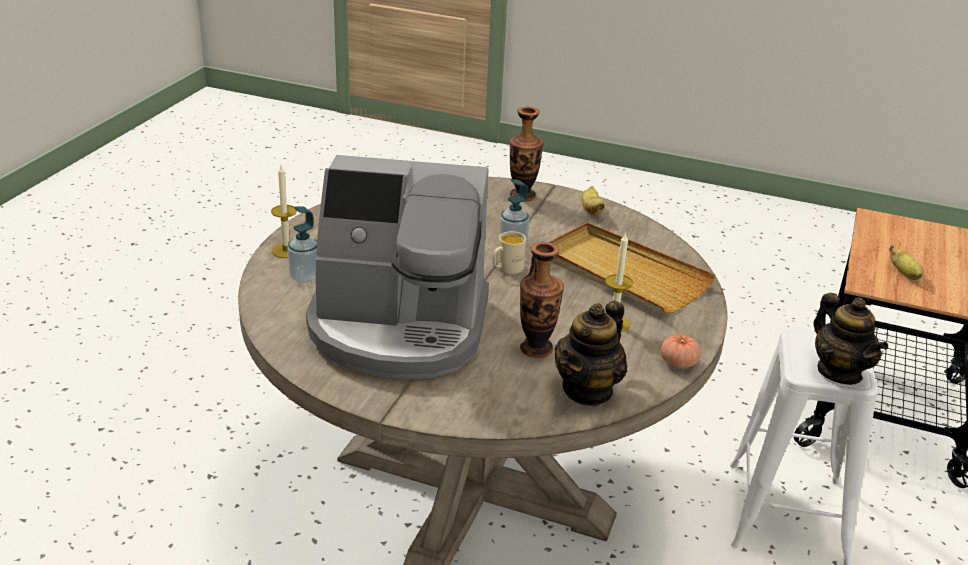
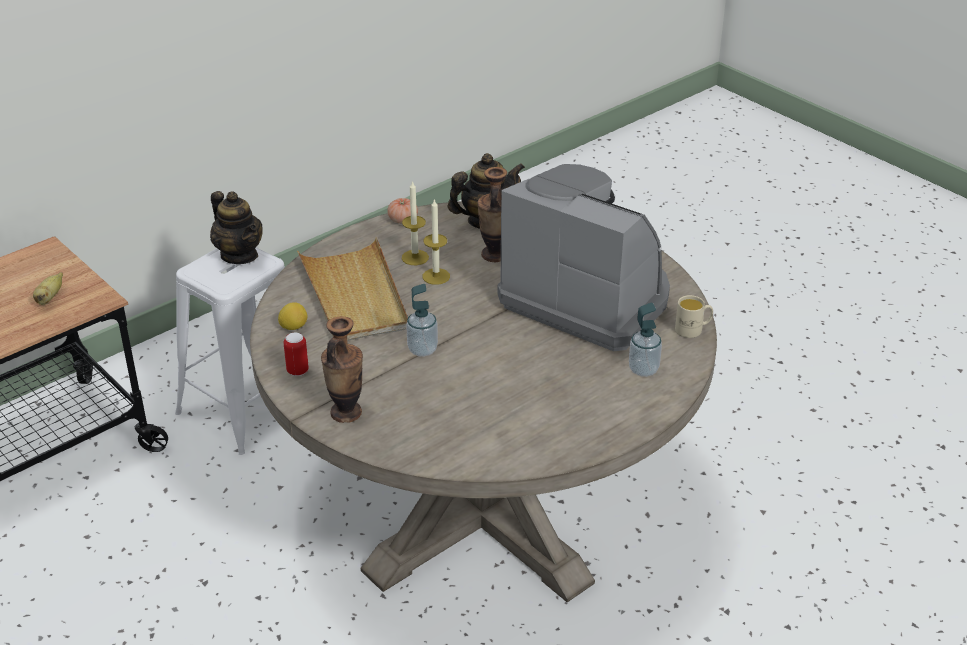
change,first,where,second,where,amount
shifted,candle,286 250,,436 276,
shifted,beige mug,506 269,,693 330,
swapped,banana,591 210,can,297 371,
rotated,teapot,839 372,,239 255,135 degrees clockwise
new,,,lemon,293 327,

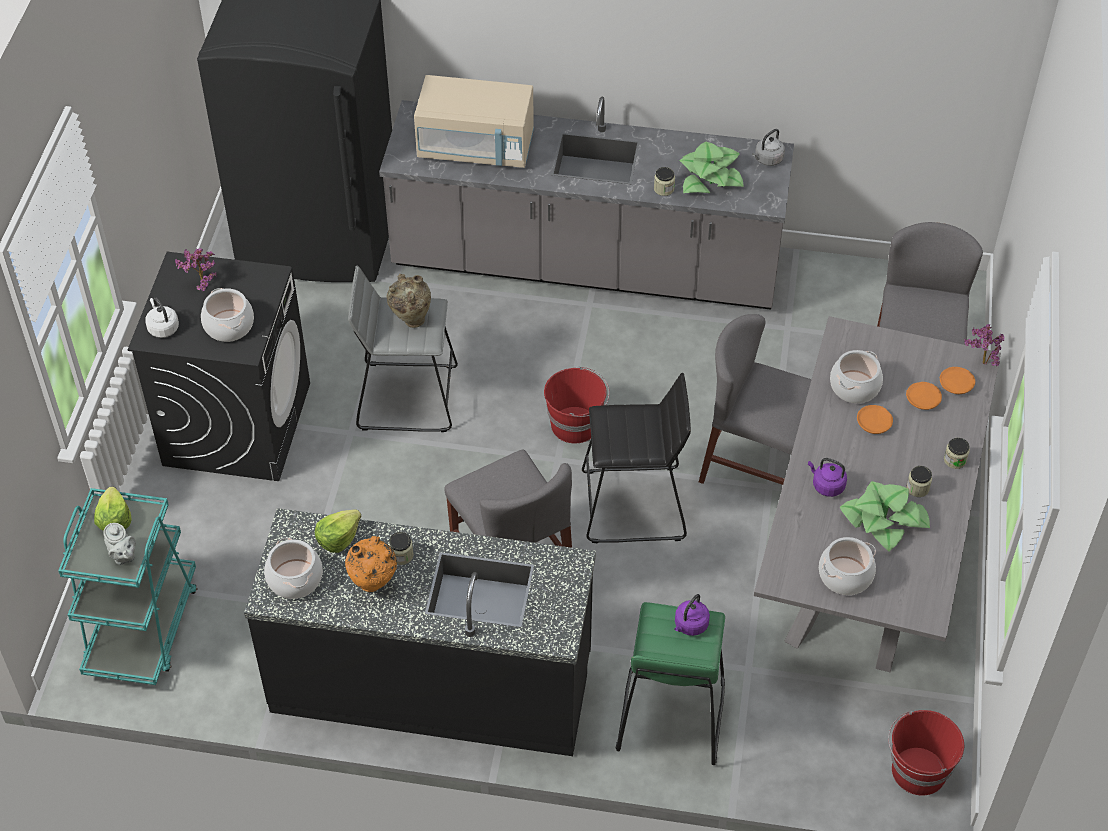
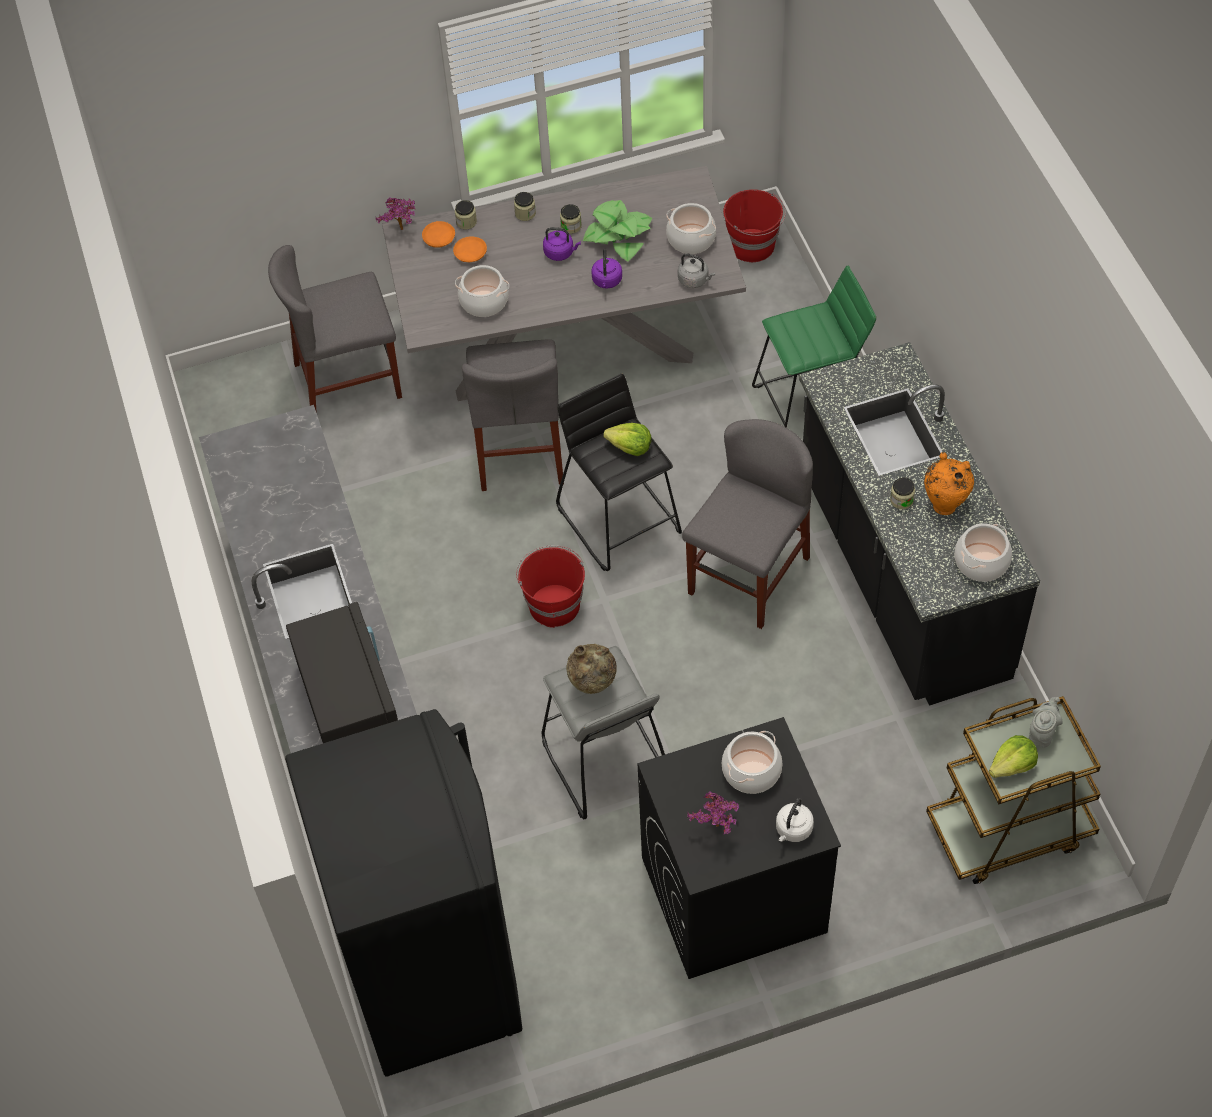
change,first,where,second,where,amount
repainted,turquoise cart,142 627,brown cart,1008 830,
shifted,lettuce,338 538,,630 447,
repainted,beige microwave,476 147,black microwave,350 704,
shifted,jar,664 189,,466 222,
shifted,purple kettle,690 625,,560 253,
gone,potted plant,710 176,,,
shifted,grey kettle,767 159,,695 280,
gone,orange plate,874 423,,,

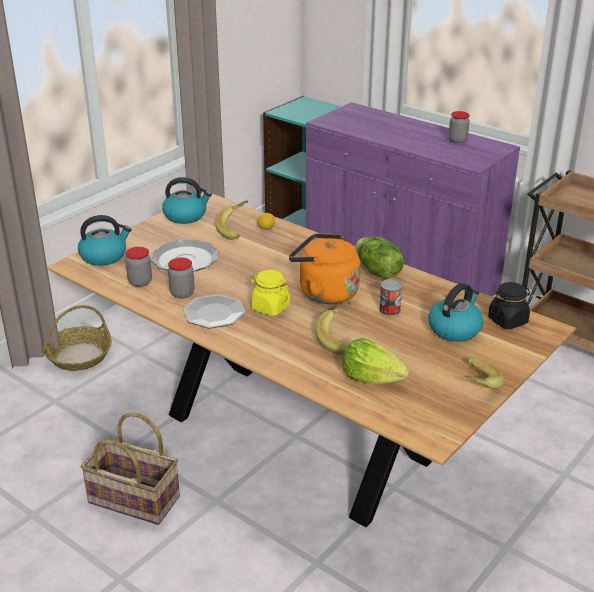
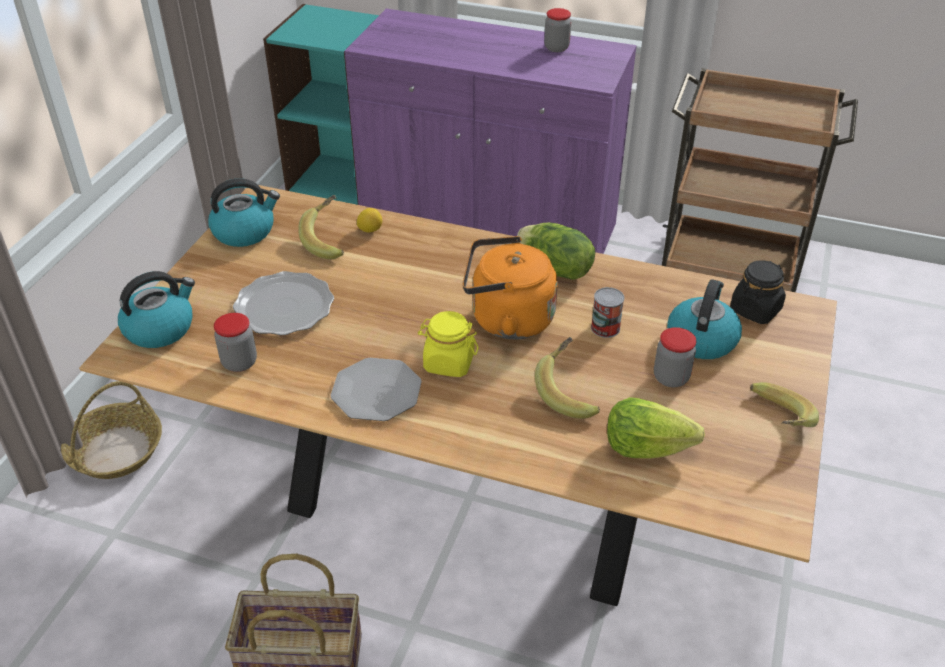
change,first,where,second,where,amount
shifted,jar,182 293,,671 378,

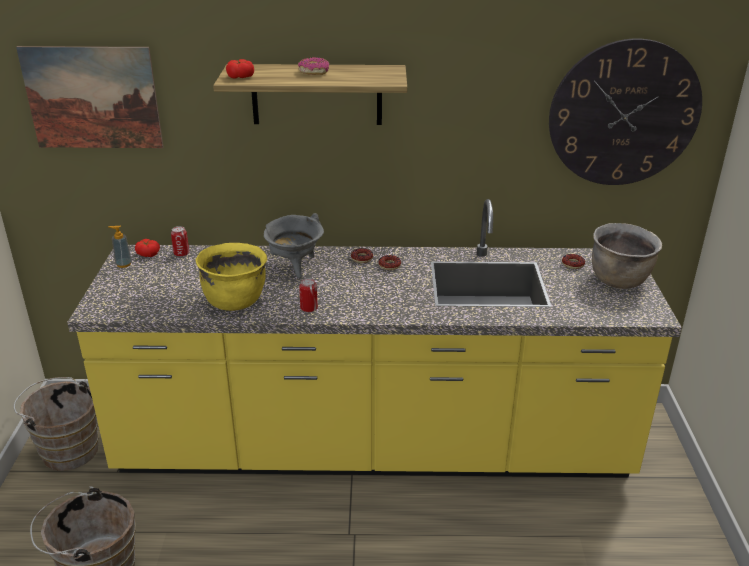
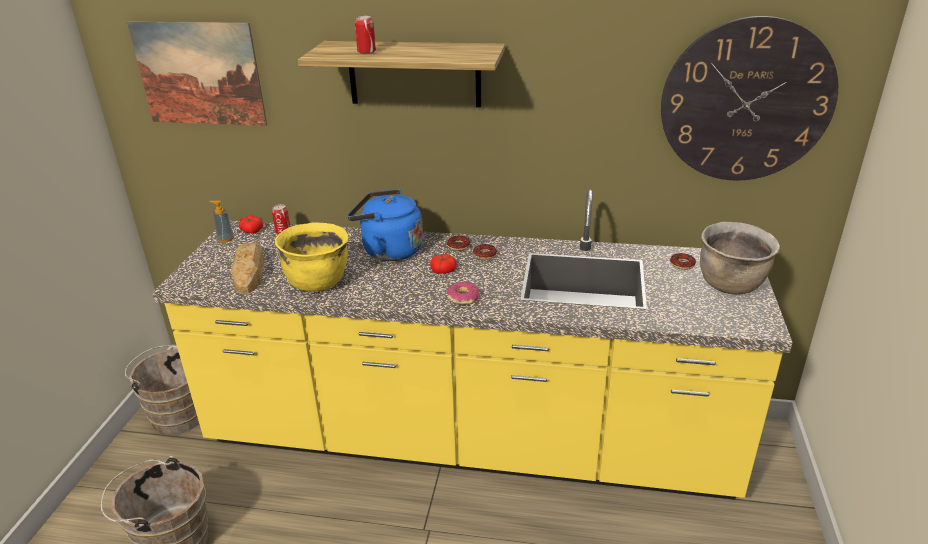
change,first,where,second,where,amount
shifted,tomato,240 77,,443 270,
swapped,grey cooking pot,295 266,blue kettle,388 250,
shifted,donut,314 72,,463 298,
shifted,can,309 308,,366 52,
new,,,bread,250 272,

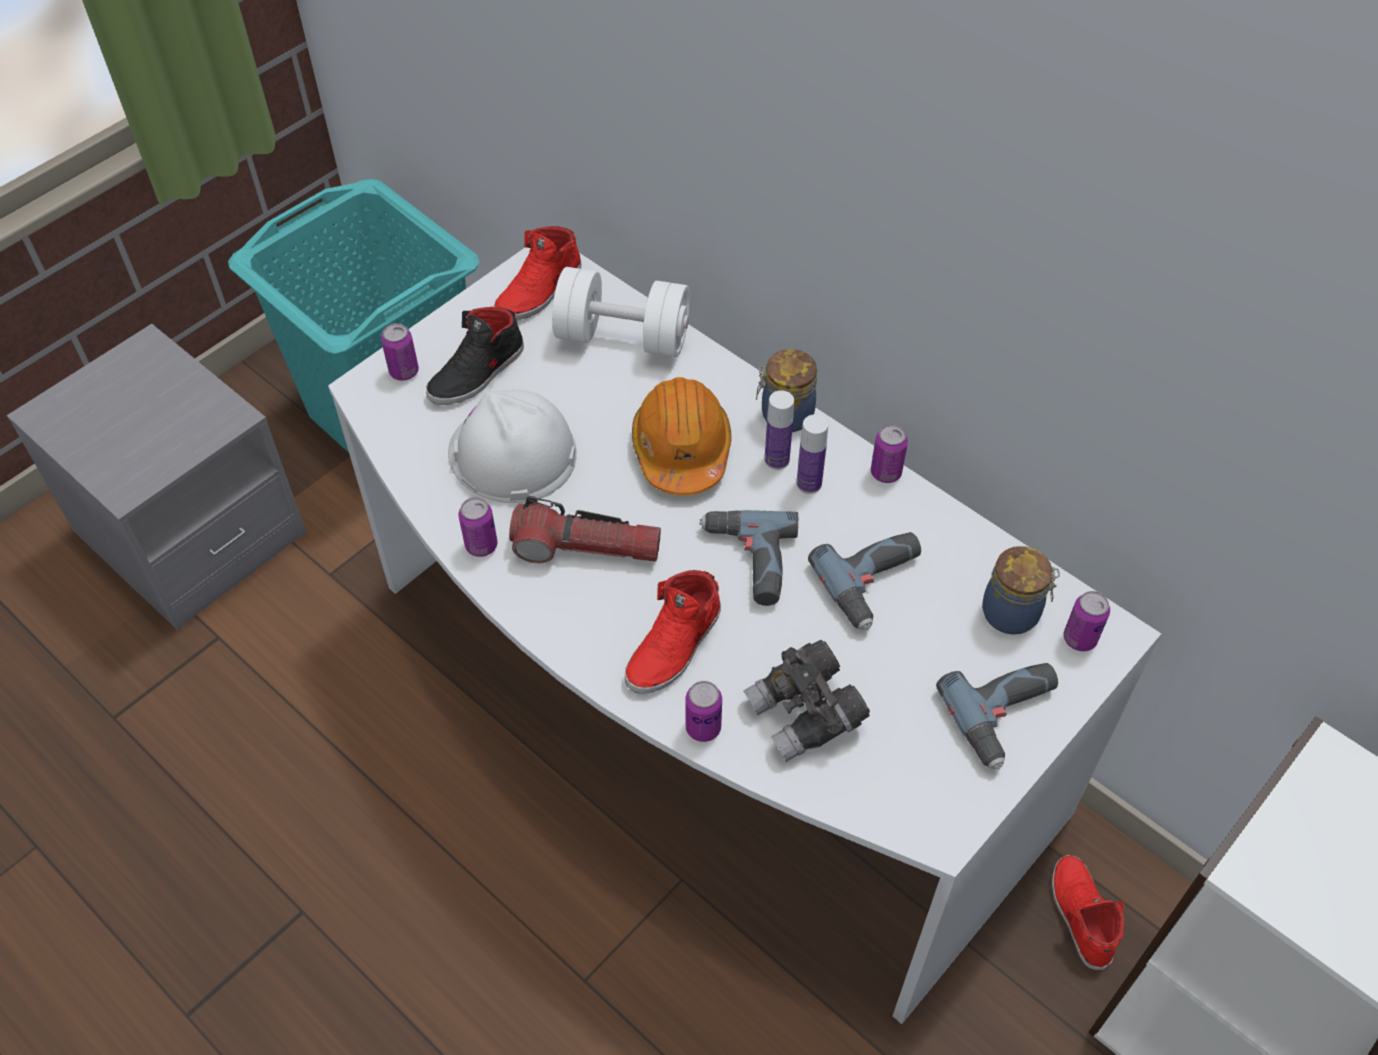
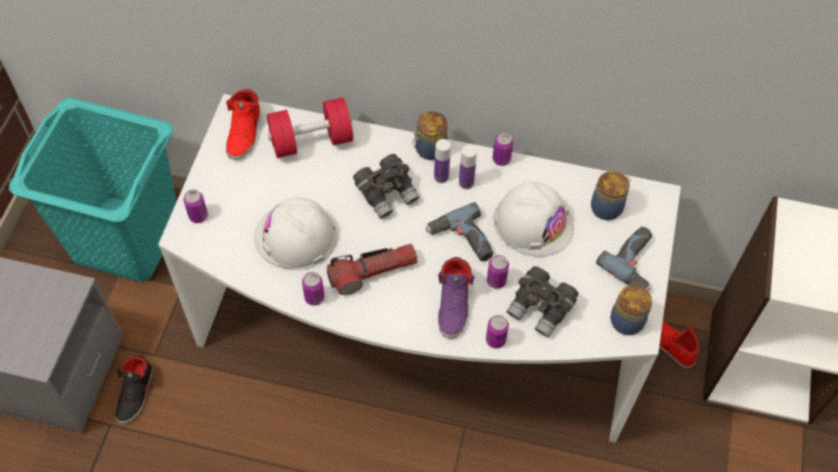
change,first,where,second,where,amount
shifted,black shoe,477 373,,135 394,
repainted,white dumbbell,623 337,red dumbbell,311 141,
repainted,red shoe,675 646,purple shoe,454 304,
swapped,orange hard hat,681 449,grey binoculars,387 193,
swapped,power drill,876 584,white hard hat,533 223,
shifted,can,1079 639,,496 281,
new,,,jar,626 320,

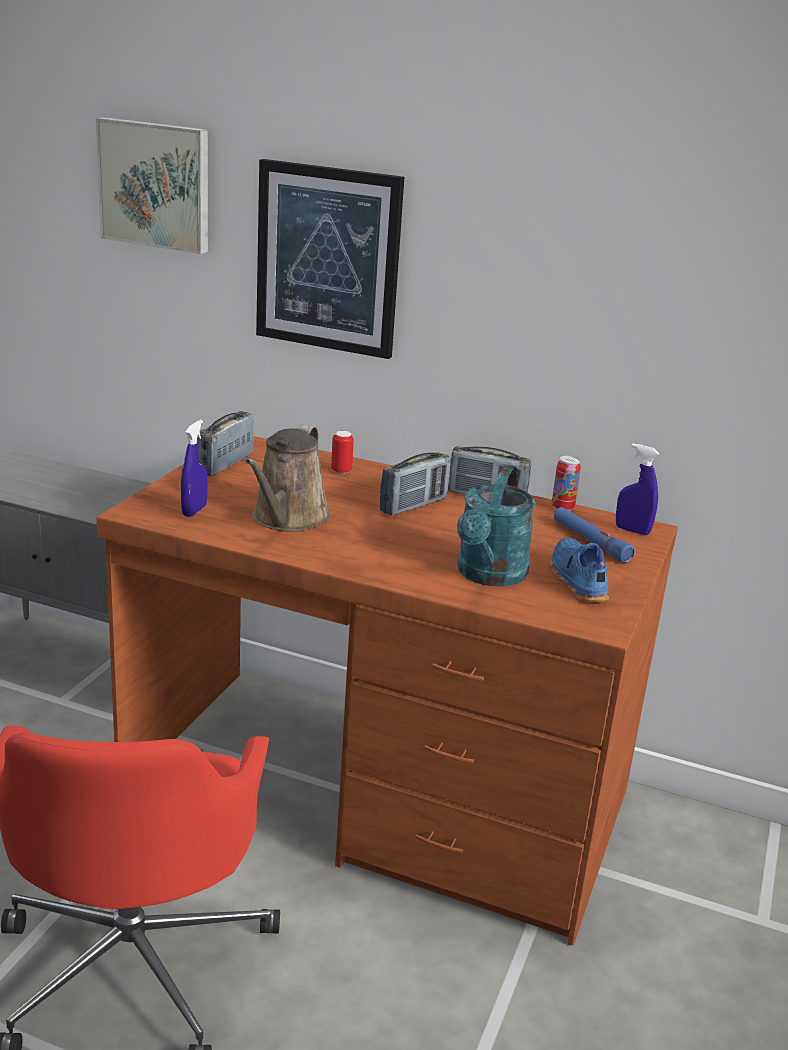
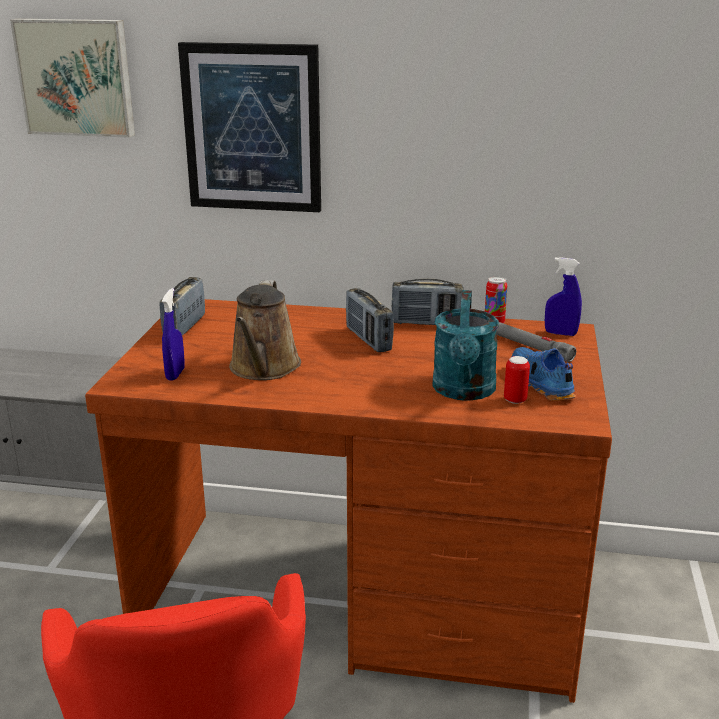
change,first,where,second,where,amount
shifted,can,341 471,,515 400,
rotated,radio,413 505,,368 339,120 degrees clockwise
repainted,blue flashlight,590 541,grey flashlight,531 348,

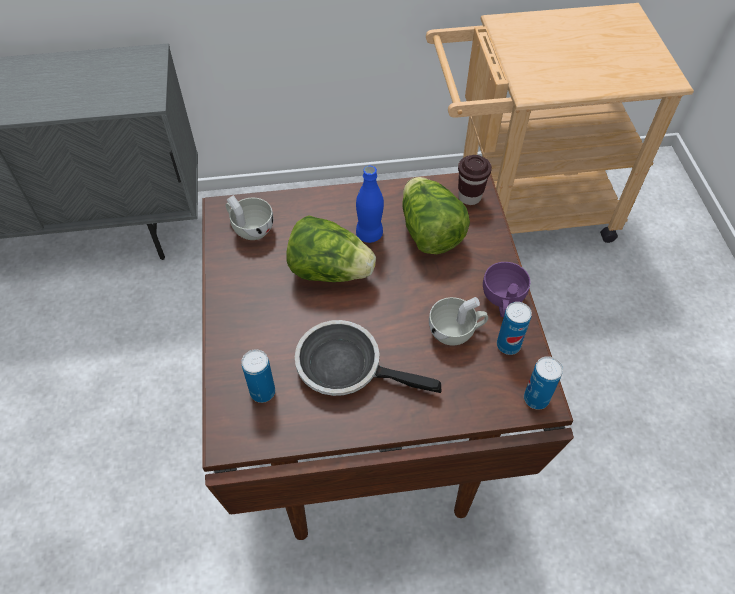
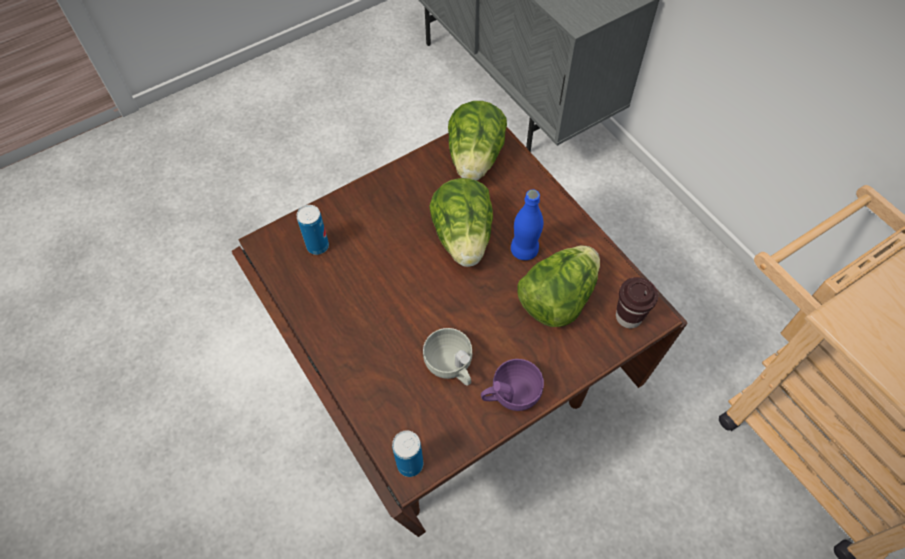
change,first,where,second,where,amount
swapped,white cup,250 228,lettuce,475 159,
gone,frying pan,346 366,,,
gone,can,508 345,,,

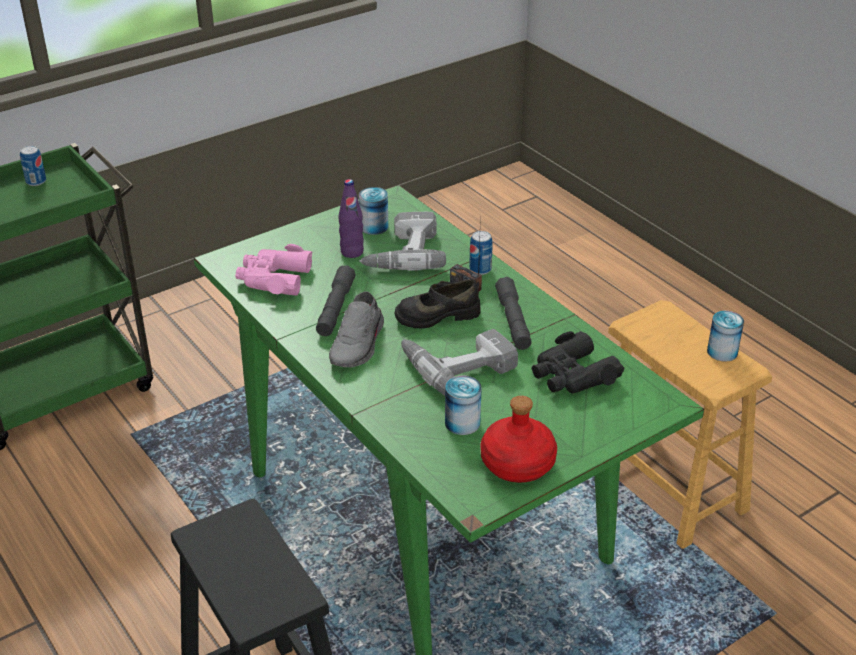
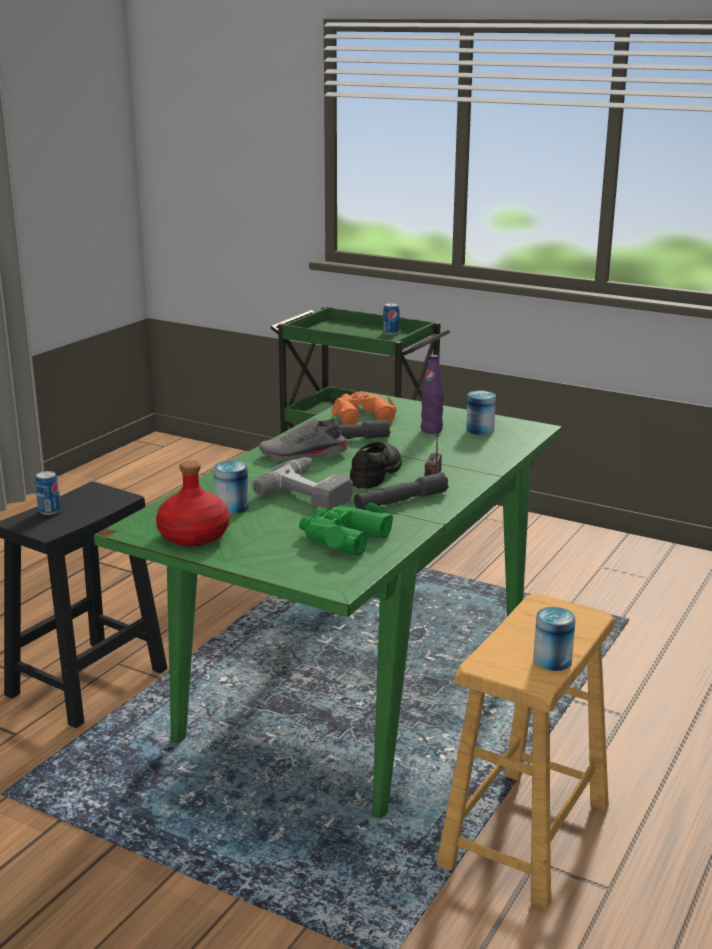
change,first,where,second,where,amount
repainted,pink binoculars,273 279,orange binoculars,361 415,
gone,power drill,402 252,,,
rotated,black shoe,437 315,,376 473,60 degrees clockwise
shifted,can,480 269,,49 511,
repainted,black binoculars,572 375,green binoculars,342 537,

